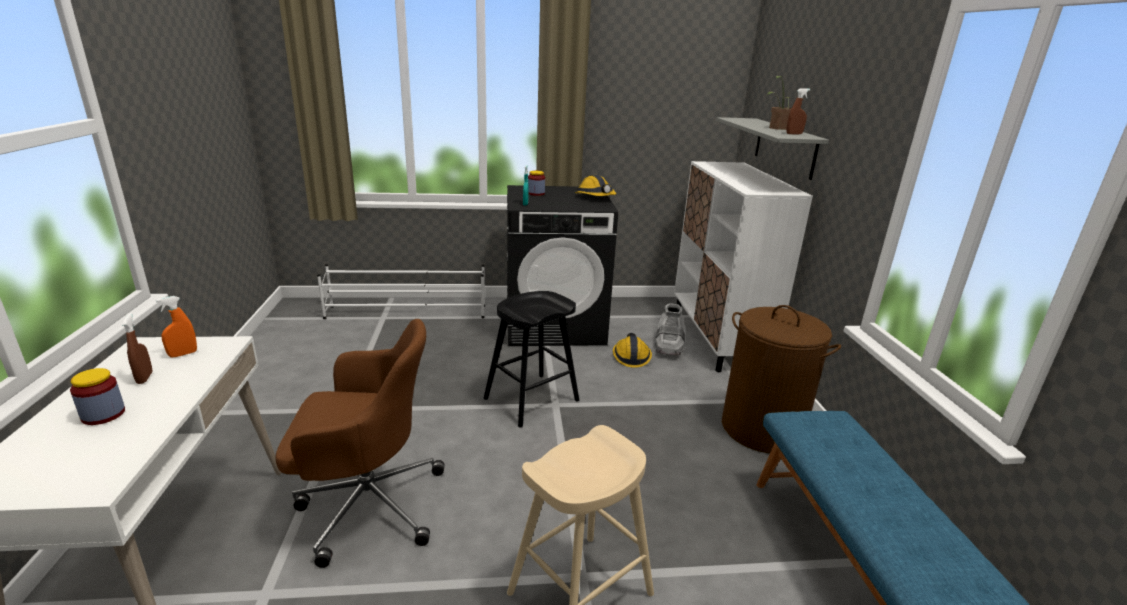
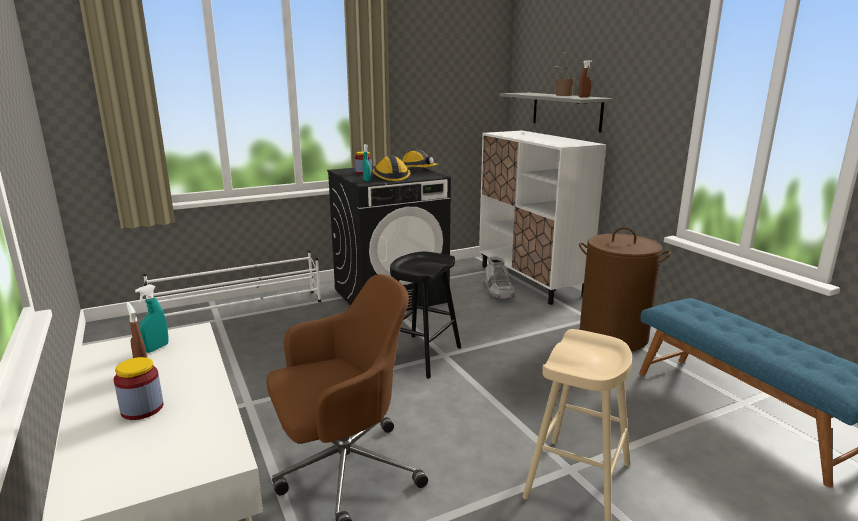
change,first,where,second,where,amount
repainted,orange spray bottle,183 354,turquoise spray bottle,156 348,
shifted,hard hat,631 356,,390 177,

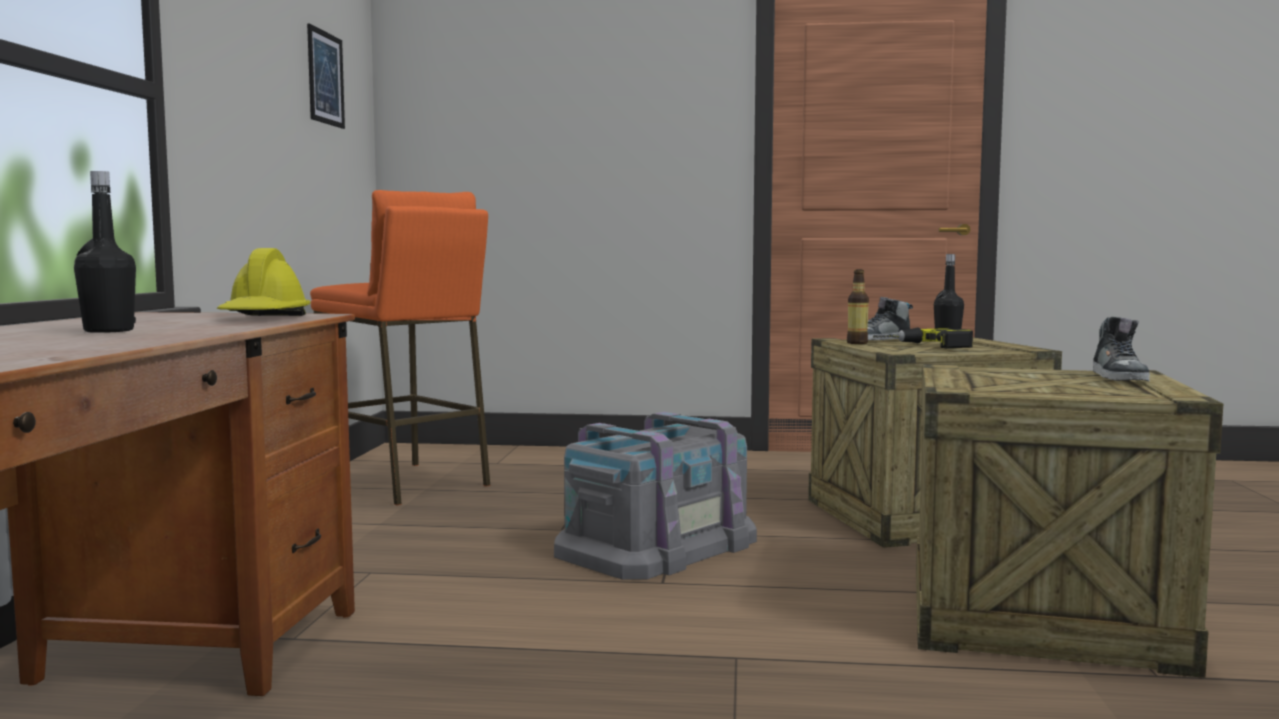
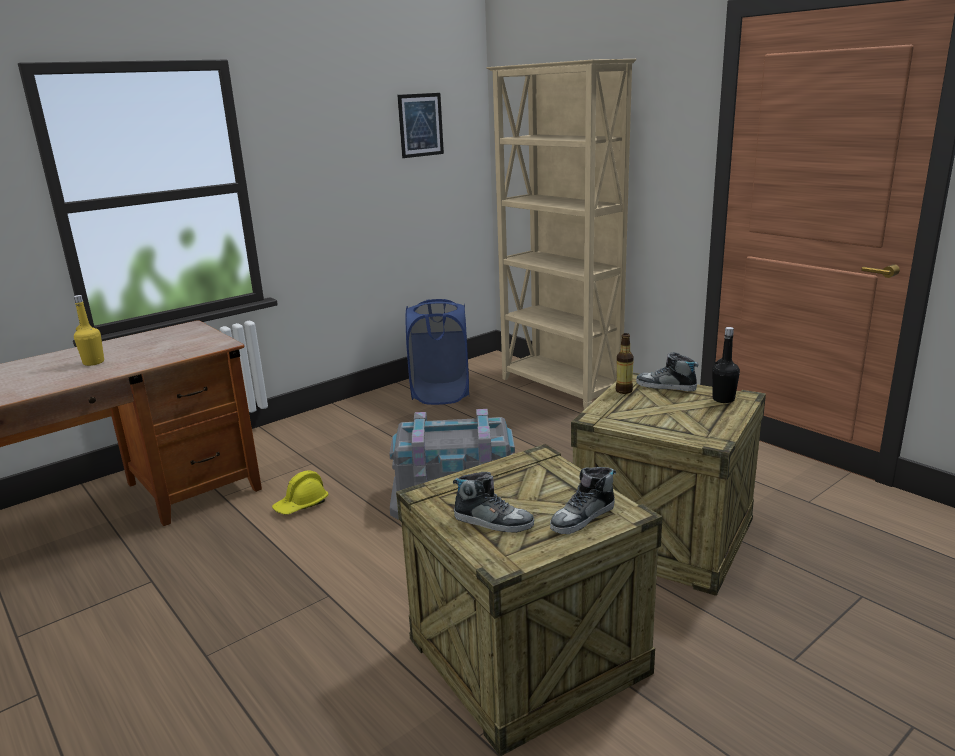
change,first,where,second,where,amount
repainted,black bottle,109 331,yellow bottle,93 362,
shifted,yellow hard hat,265 318,,301 505,
swapped,orange stool,405 483,blue laundry basket,440 394,
gone,power drill,924 346,,,
new,,,shoe,493 521,
new,,,beige bookcase,559 388,

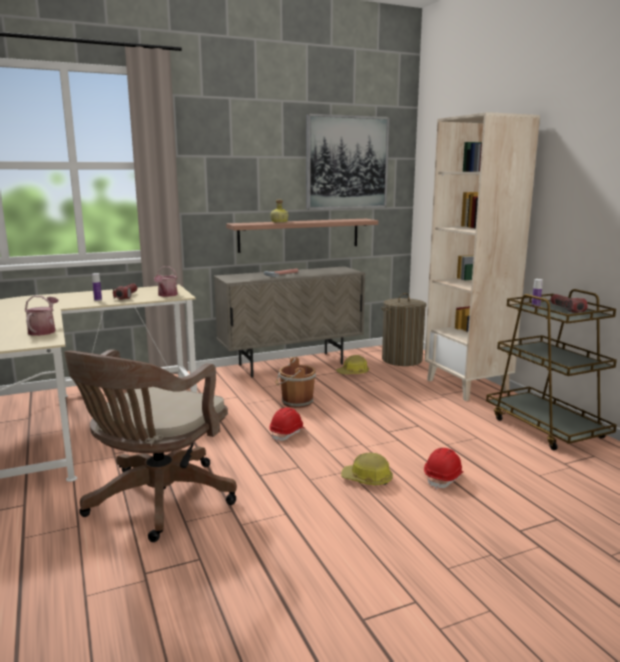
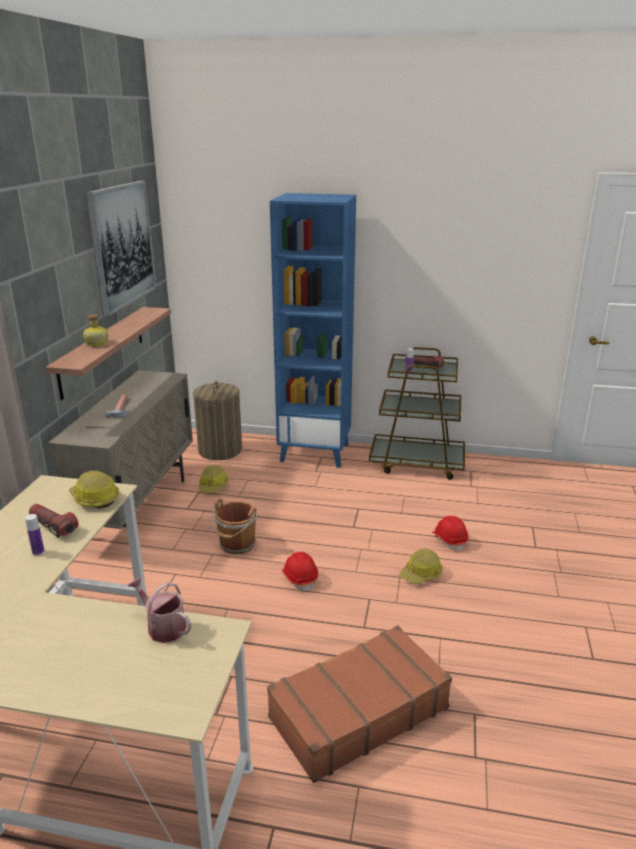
change,first,where,second,where,amount
swapped,brown office chair,156 502,brown suitcase,357 712,
swapped,watering can,166 295,hard hat,94 498,
repainted,beige bookcase,467 386,blue bookcase,315 453,

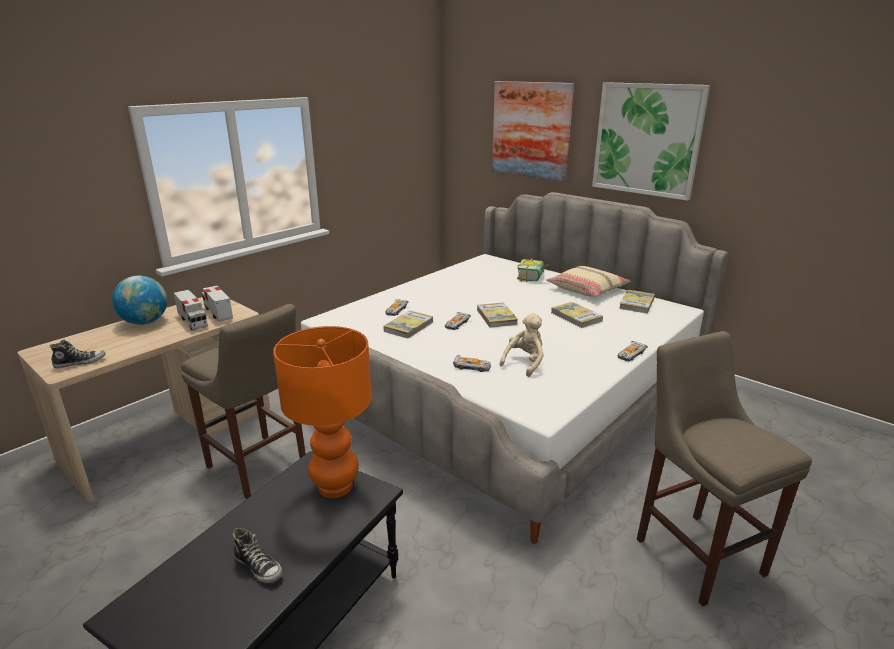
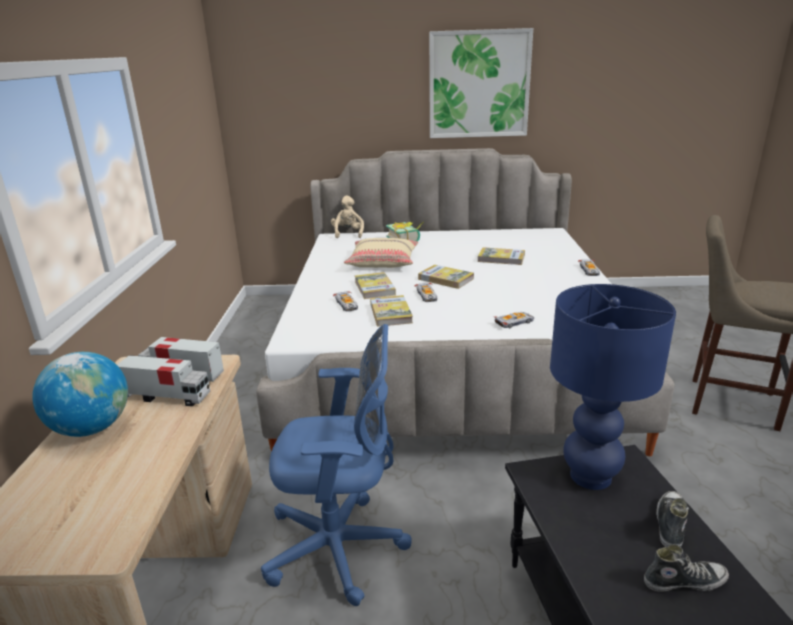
change,first,where,second,where,amount
shifted,shoe,80 362,,670 524,
swapped,beige stool,259 468,blue office chair,341 547,
repainted,orange table lamp,335 486,blue table lamp,589 476,
gone,picture,531 130,,,
shifted,beige plush toy,525 363,,348 233,
shifted,beige pillow,587 289,,383 262,
shifted,book,636 303,,374 288,

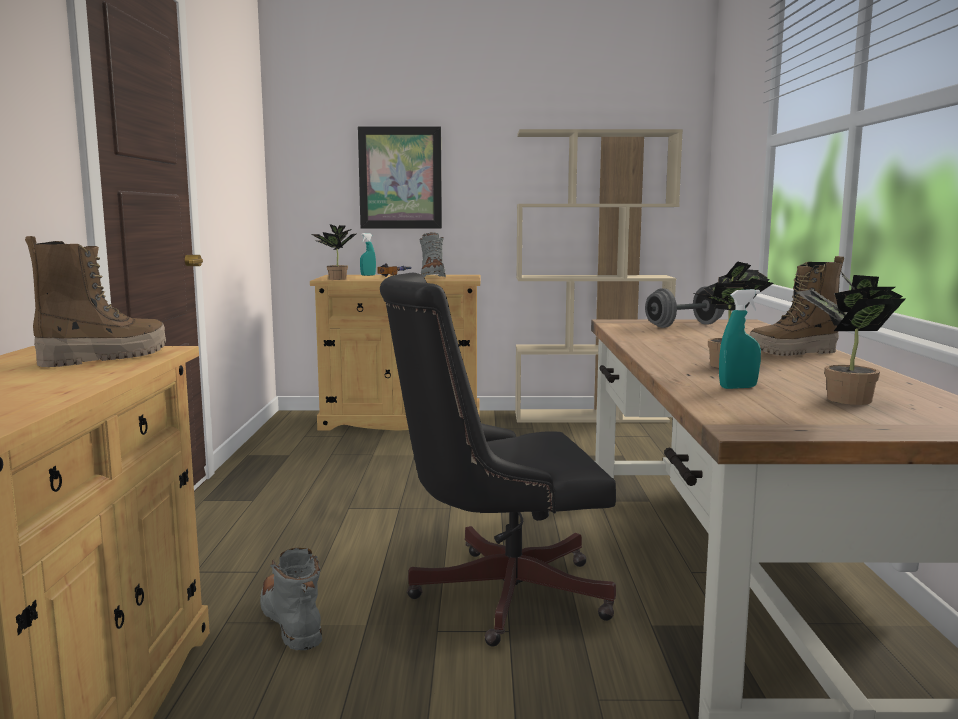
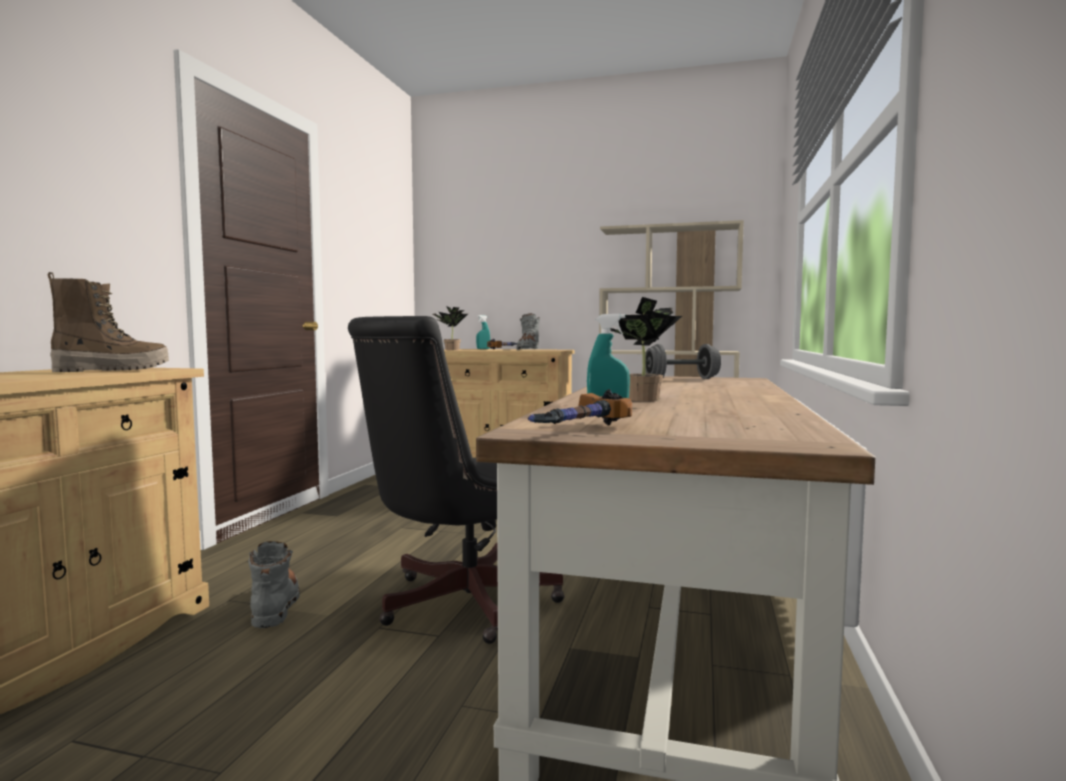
change,first,where,second,where,amount
gone,picture,400 178,,,
rotated,black office chair,497 594,,456 604,45 degrees counterclockwise
gone,boot,793 353,,,
gone,potted plant,841 399,,,
new,,,hammer,580 431,

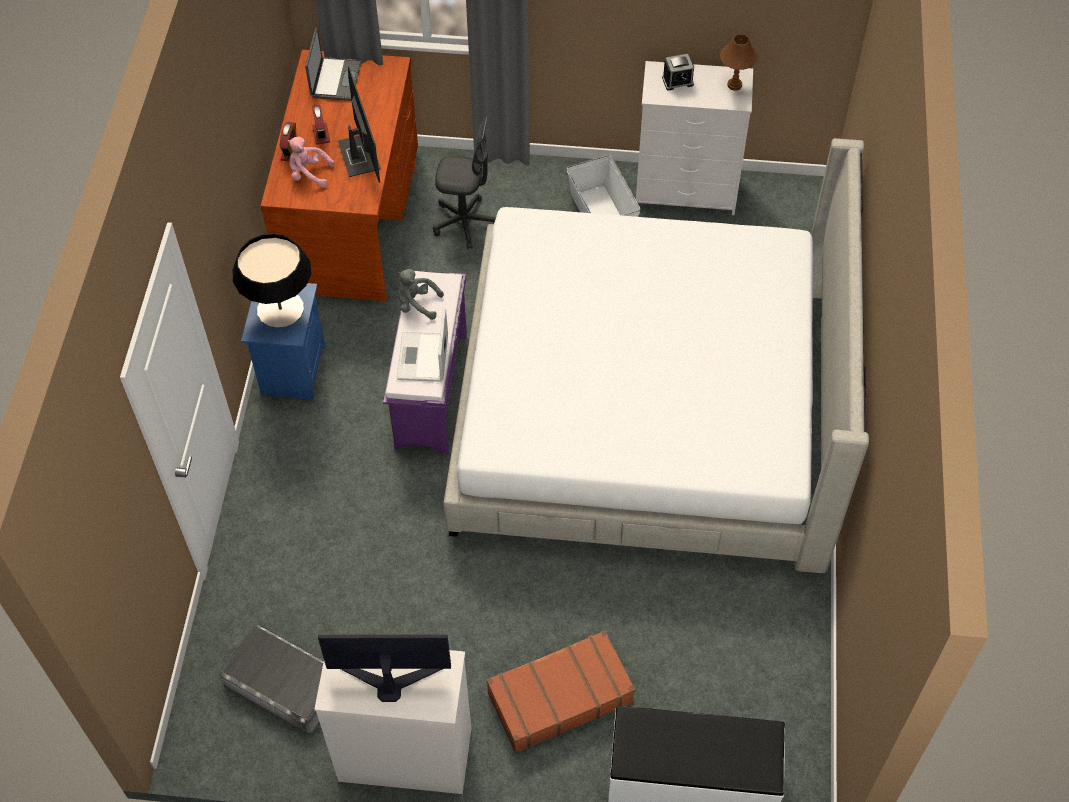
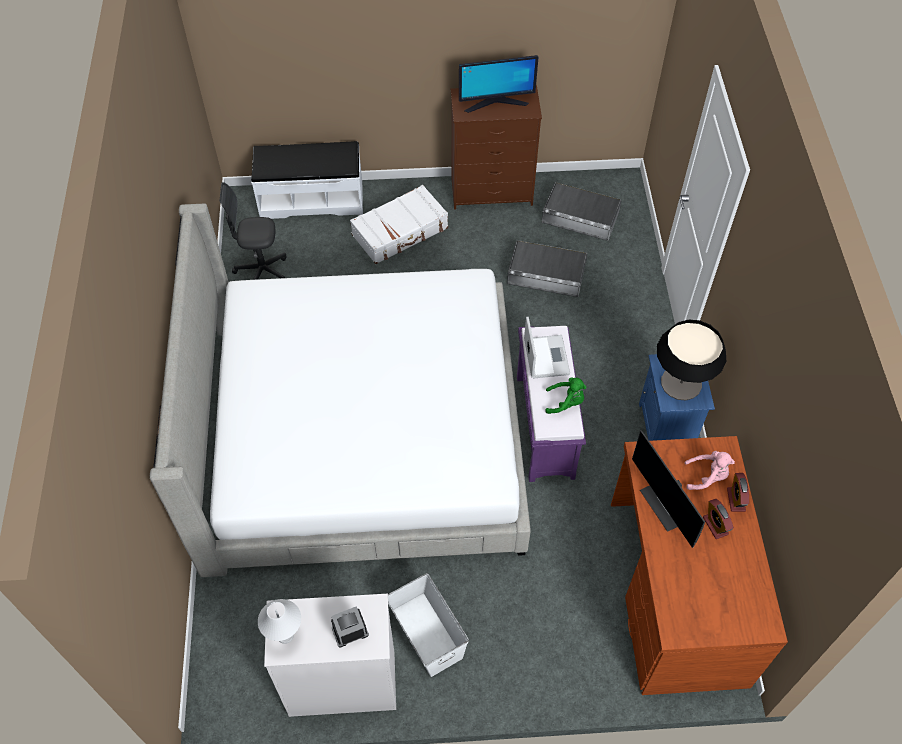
change,first,where,second,where,amount
gone,laptop,335 80,,,
repainted,white dresser,404 754,brown dresser,492 191,
repainted,grey plush toy,417 304,green plush toy,566 402,
shifted,grey office chair,465 223,,262 271,
repainted,brown suitcase,559 697,white suitcase,400 232,
repainted,brown table lamp,735 85,white table lamp,285 635,
new,,,grey storage box,546 273,

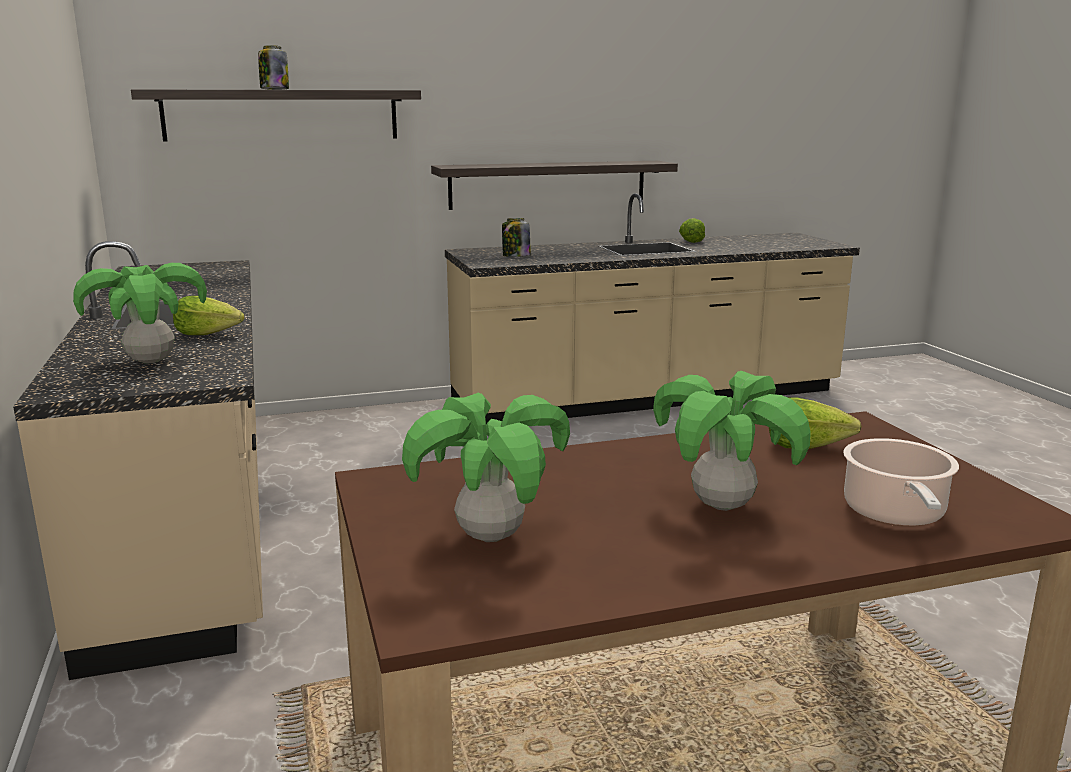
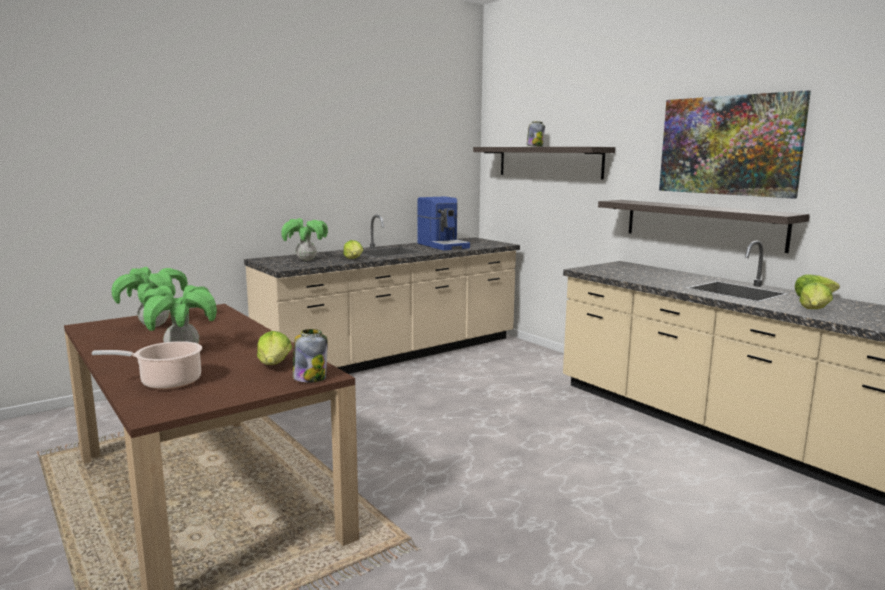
change,first,where,second,where,amount
shifted,jar,515 256,,310 378,
new,,,coffee machine,443 245,
new,,,picture,728 145,
new,,,lettuce,814 310,

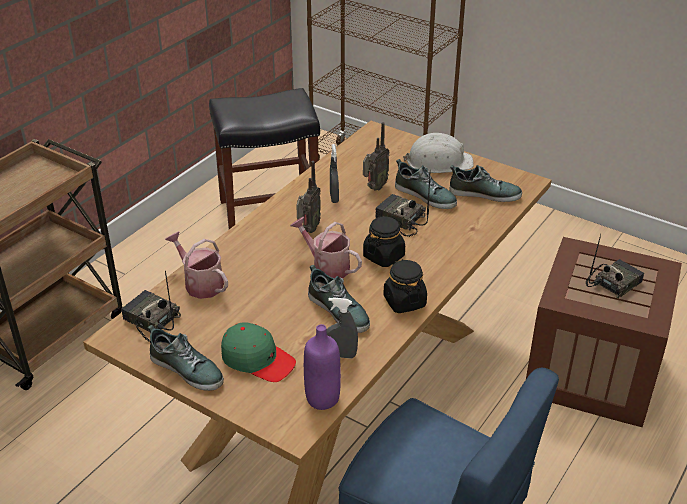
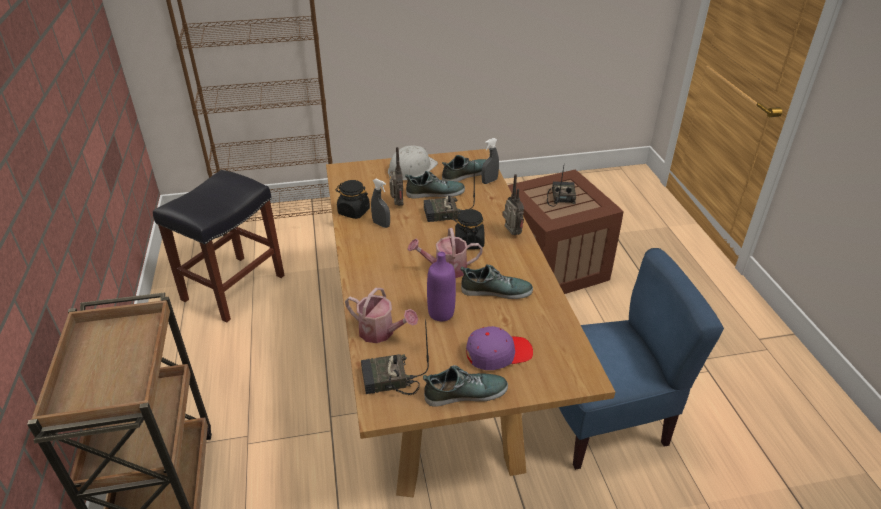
change,first,where,second,where,amount
rotated,watering can,200 283,,381 332,150 degrees counterclockwise
repainted,green cap,257 359,purple cap,498 353,
shifted,radio,308 230,,511 234,
shifted,purple bottle,322 398,,441 313,
shifted,grey spray bottle,341 355,,489 181,
shifted,black jar,404 301,,353 211,

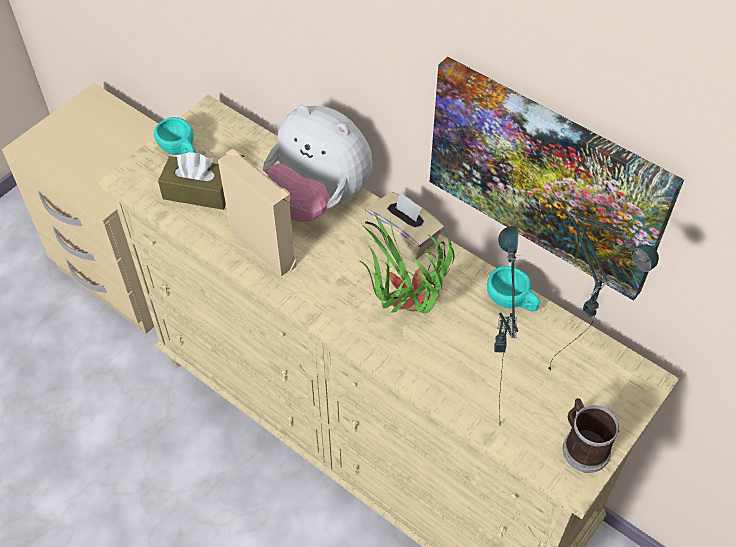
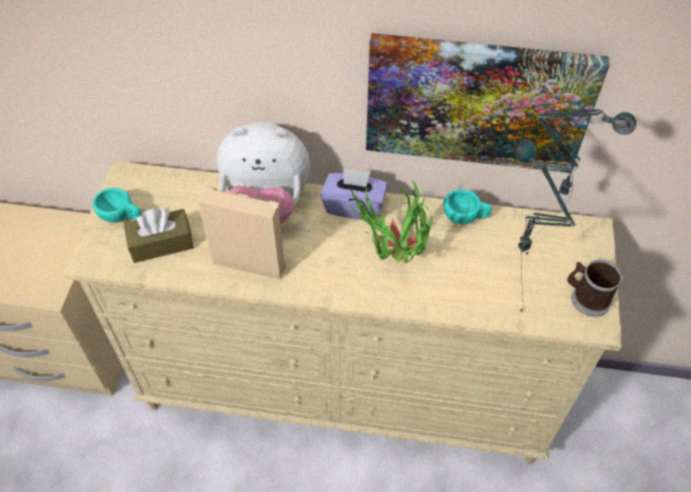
change,first,where,second,where,amount
repainted,beige tissue box,404 238,purple tissue box,354 206,

